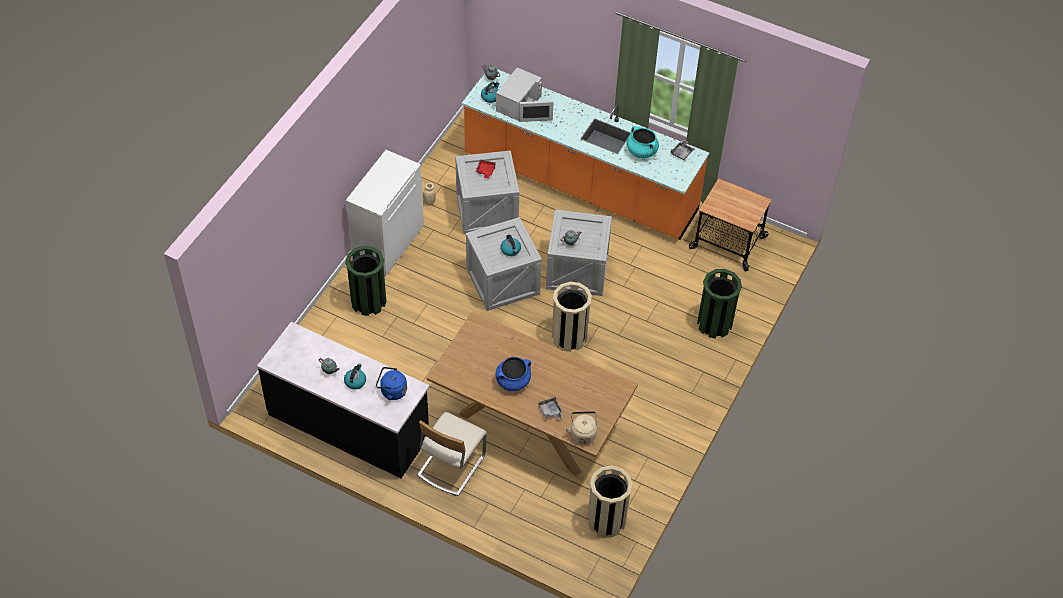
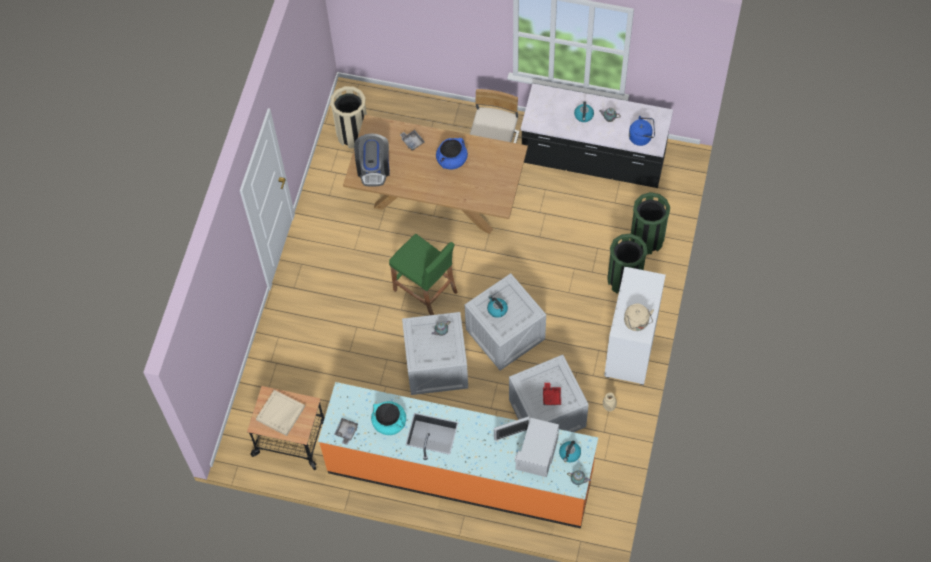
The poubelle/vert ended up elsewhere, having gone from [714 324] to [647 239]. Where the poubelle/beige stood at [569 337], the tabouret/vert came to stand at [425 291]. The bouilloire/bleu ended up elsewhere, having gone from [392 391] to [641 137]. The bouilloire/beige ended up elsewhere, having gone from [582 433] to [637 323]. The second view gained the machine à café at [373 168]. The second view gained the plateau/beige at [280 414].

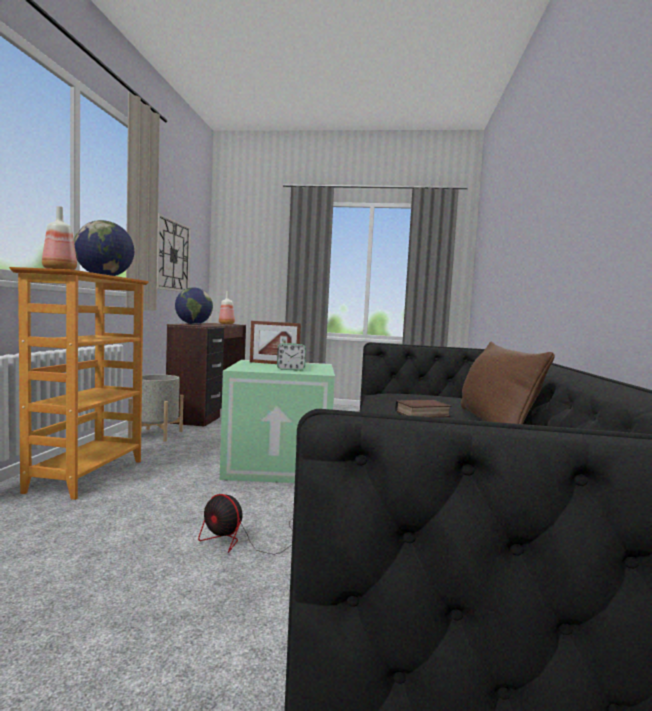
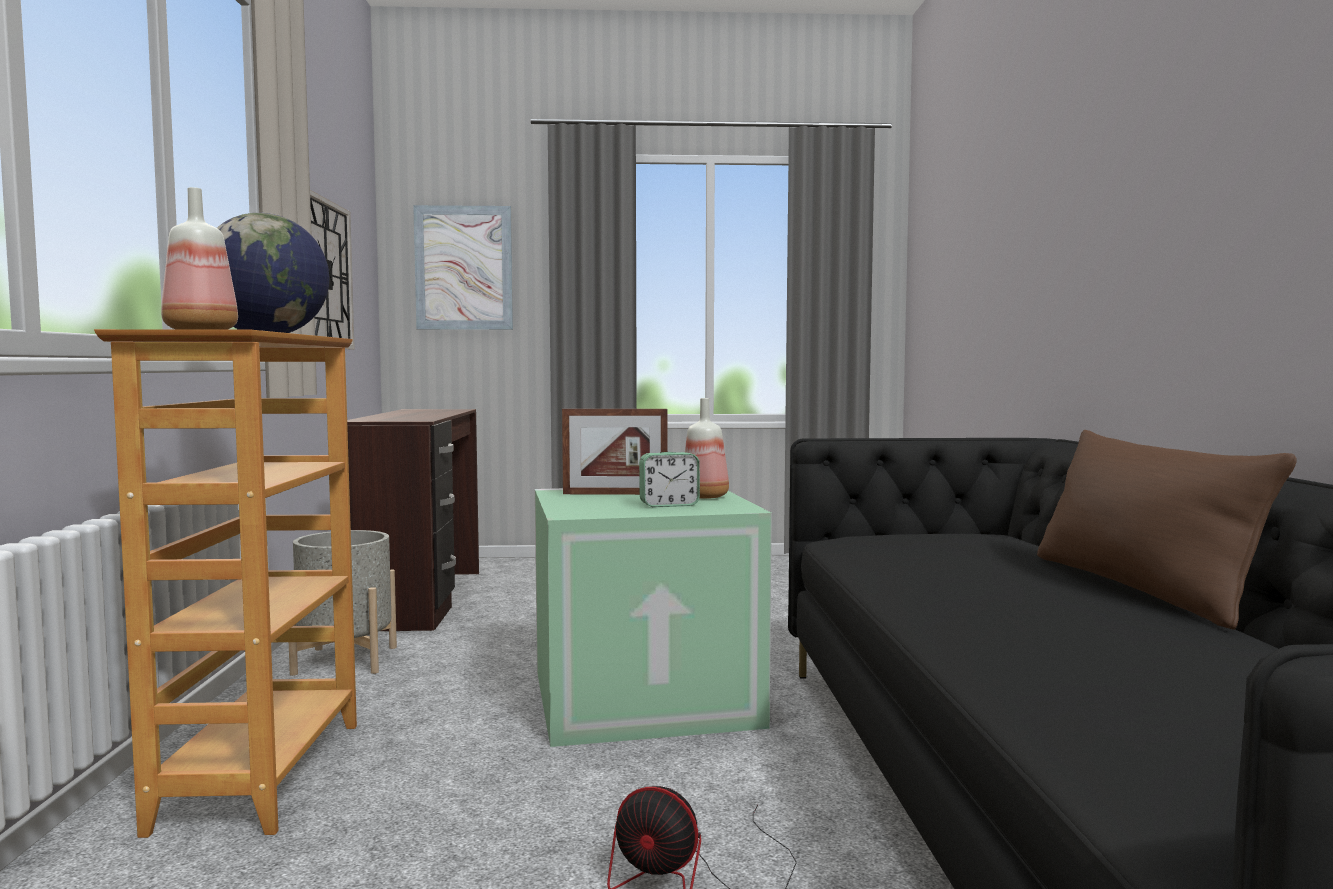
The second view lost the globe at [193 324]. The bouteille ended up elsewhere, having gone from [227 324] to [706 496]. The second view lost the livre at [422 414]. The second view gained the tableau at [464 268].

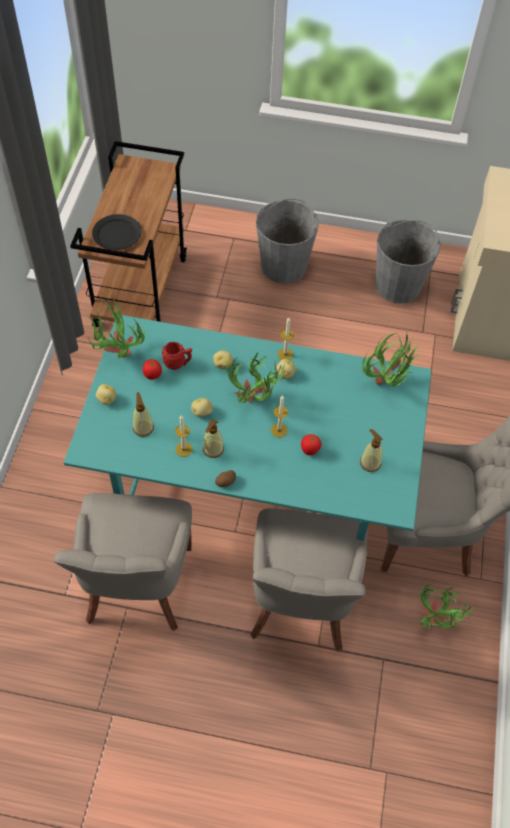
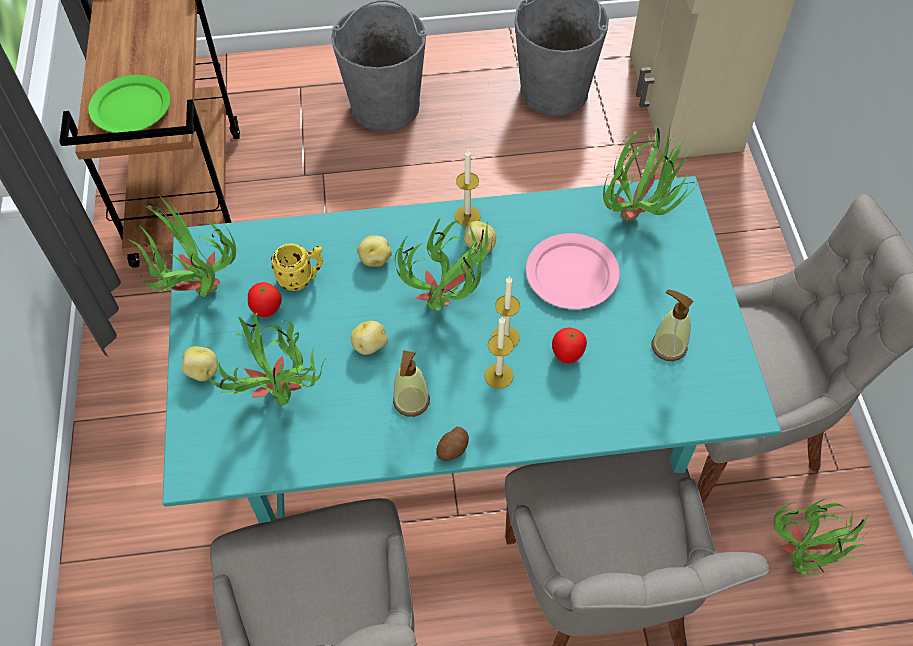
What was the assiette/noir at [116 234] turned into the assiette/vert at [130 107]. What was the mug/rouge at [178 363] turned into the mug/jaune at [302 278]. Where the distributeur de savon stood at [143 428], the plante en pot came to stand at [281 401]. The bougie ended up elsewhere, having gone from [183 449] to [498 375]. The second view gained the assiette/rose at [572 274].

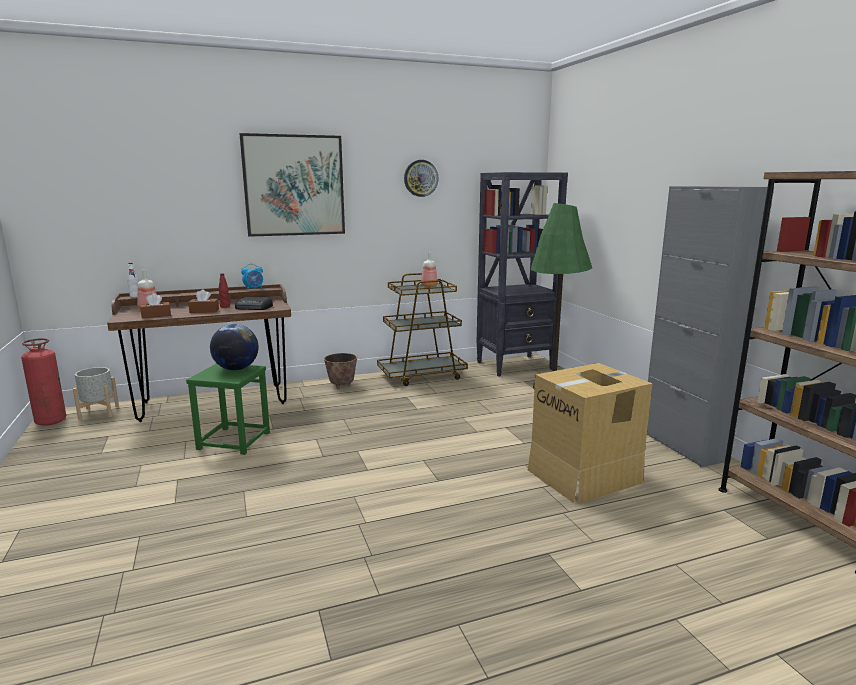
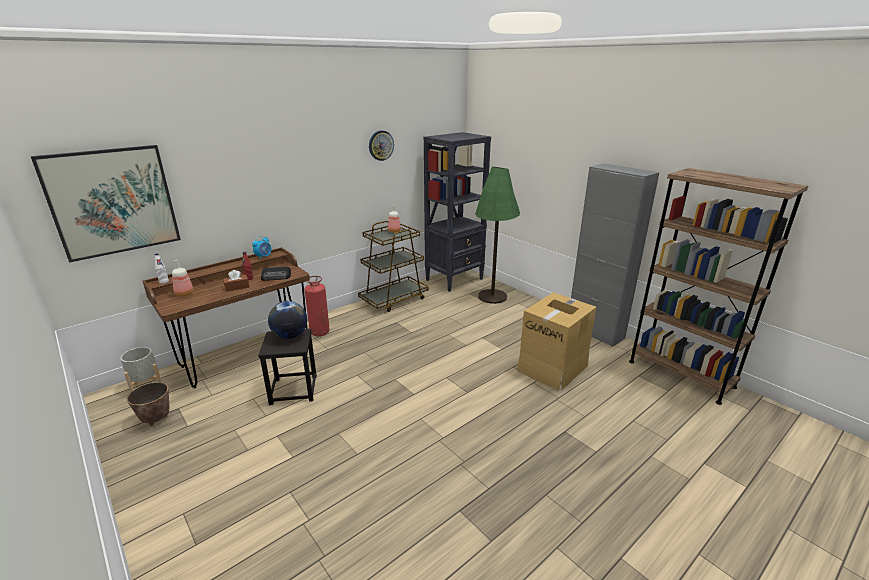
The tableau ended up elsewhere, having gone from [294 185] to [113 201]. The second view lost the boîte à mouchoirs/marron at [156 315]. The extincteur ended up elsewhere, having gone from [51 421] to [319 332]. The cache-pot ended up elsewhere, having gone from [341 386] to [156 419]. What was the tabouret/vert at [233 441] turned into the tabouret/noir at [293 390].

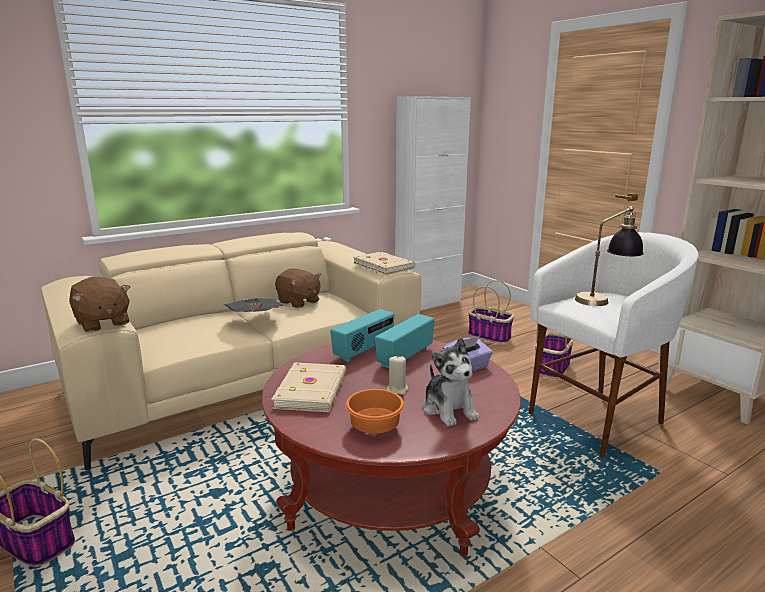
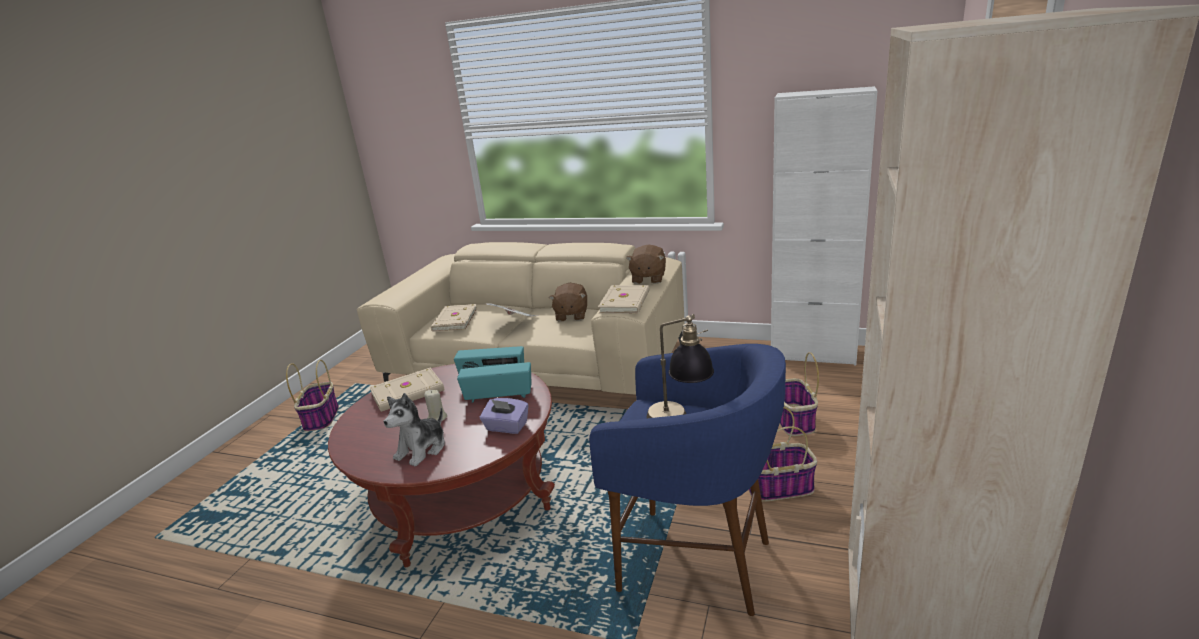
What was the tabouret/blanc at [598 420] turned into the tabouret/bleu at [696 563]. The peluche/marron ended up elsewhere, having gone from [102 323] to [648 278]. The second view lost the bol/orange at [374 426]. The second view gained the livre/beige at [454 320].

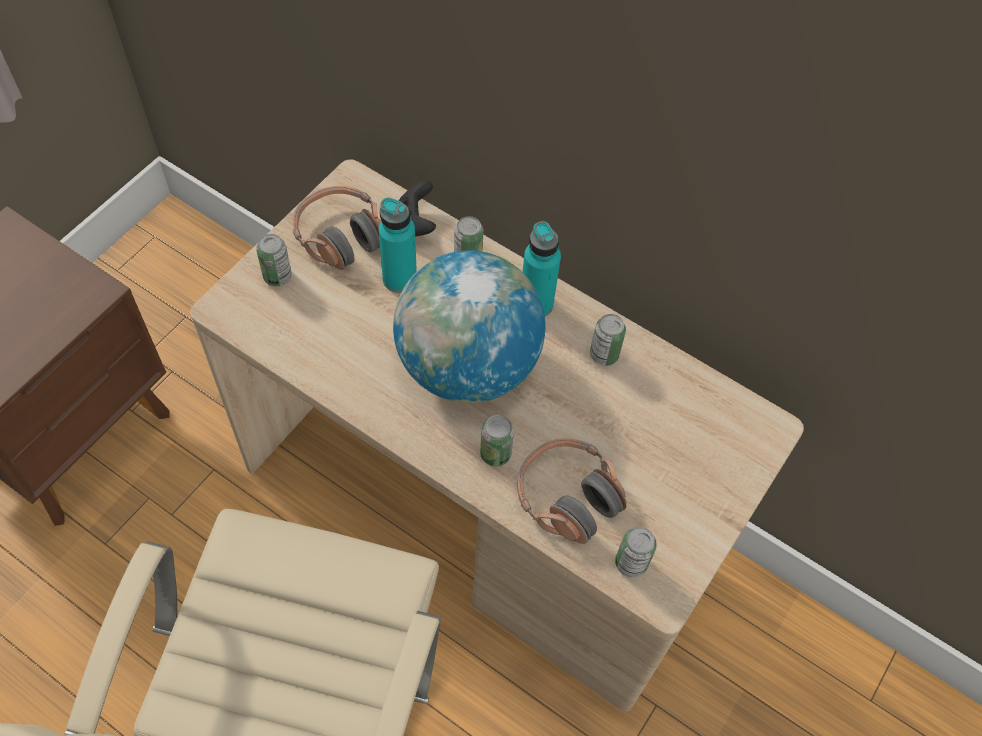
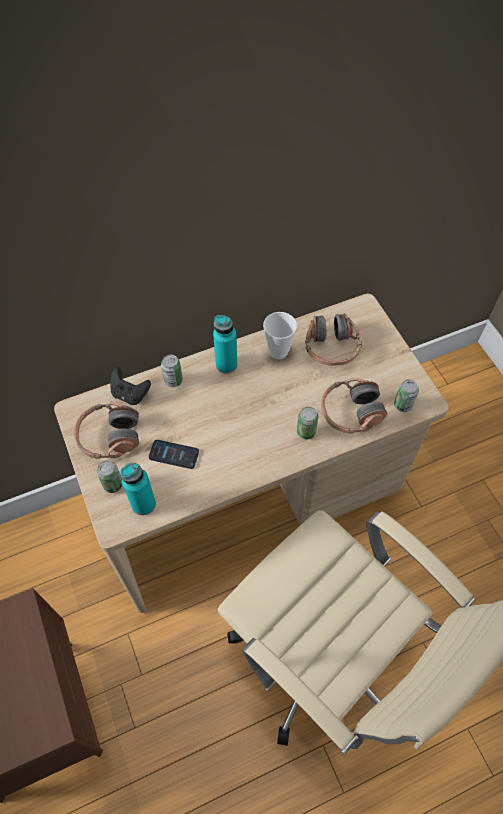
The bouteille/turquoise ended up elsewhere, having gone from [399 279] to [143 504]. The second view lost the globe at [467 366]. Where the boîte métallique stood at [604 354], the tasse came to stand at [278 351]. The second view gained the casque audio at [331 347]. The second view gained the téléphone at [174 454].

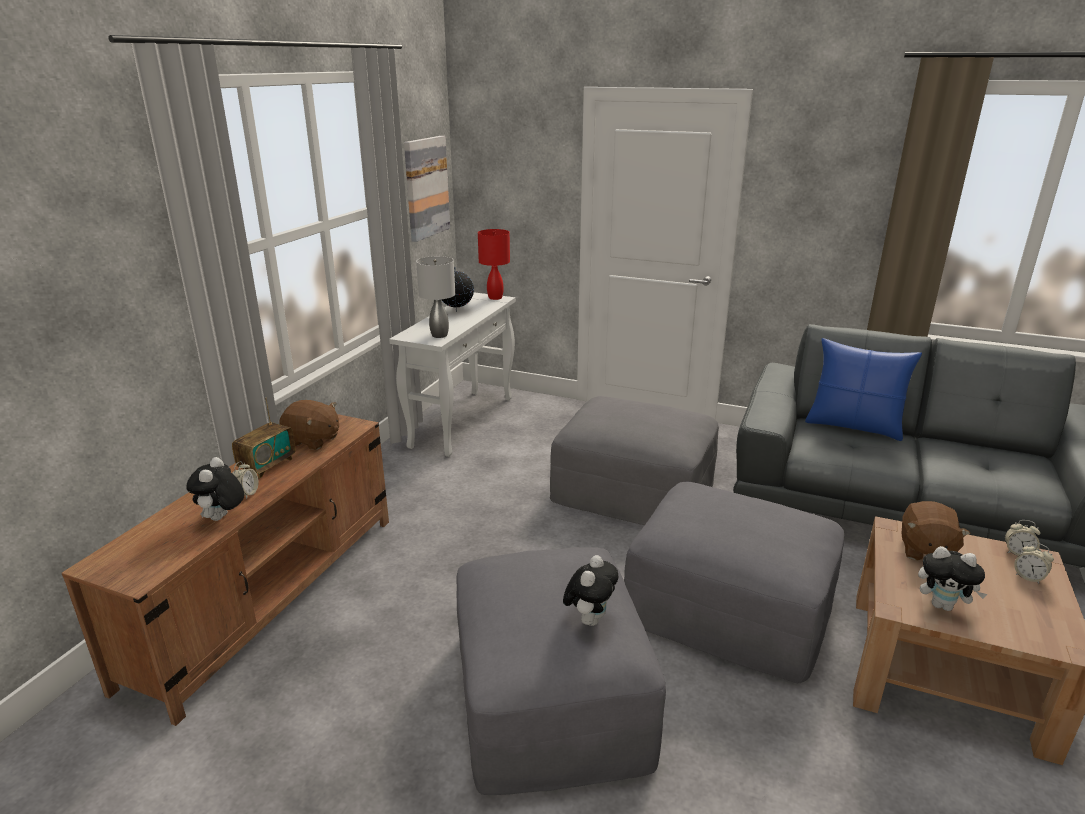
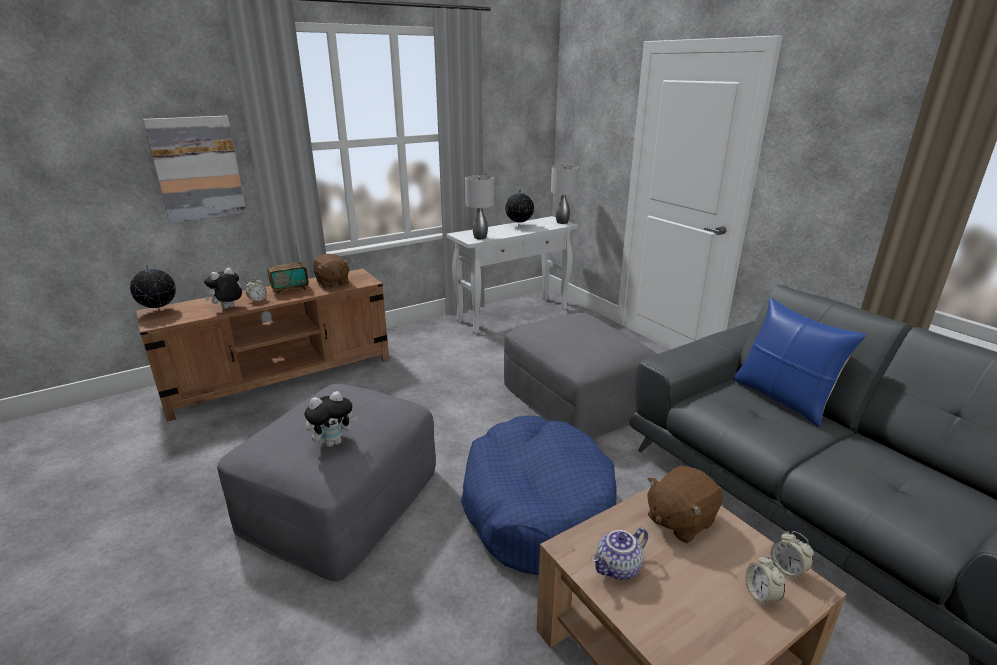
The tableau ended up elsewhere, having gone from [426 187] to [197 168]. What was the lampe de table/rouge at [495 298] turned into the lampe de table/gris at [562 222]. Where the pouf/gris stood at [729 607], the panier pour chien/bleu came to stand at [537 507]. Where the peluche stood at [943 605], the théière came to stand at [618 569]. The second view gained the globe at [159 311].

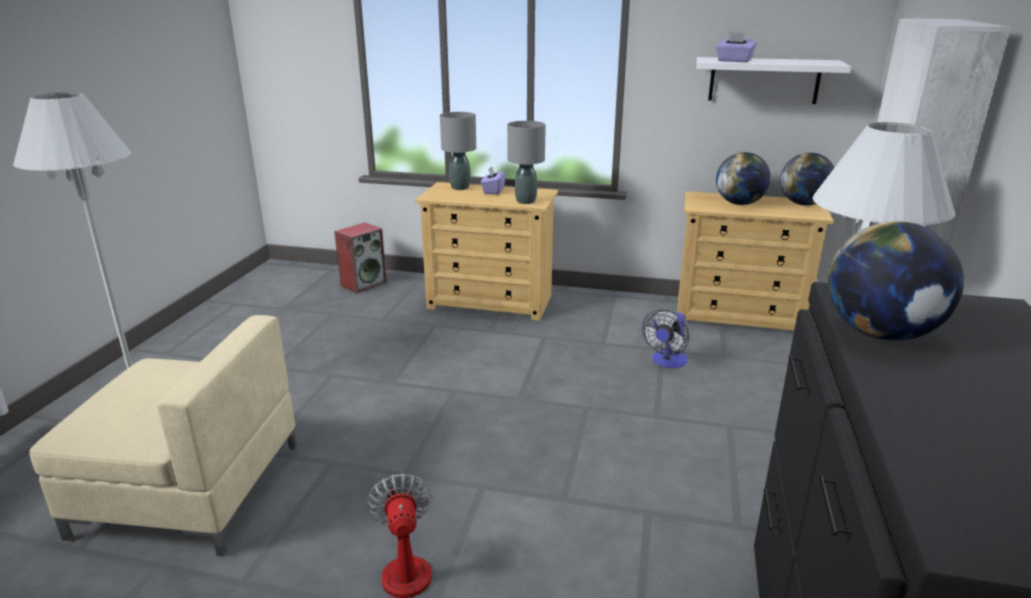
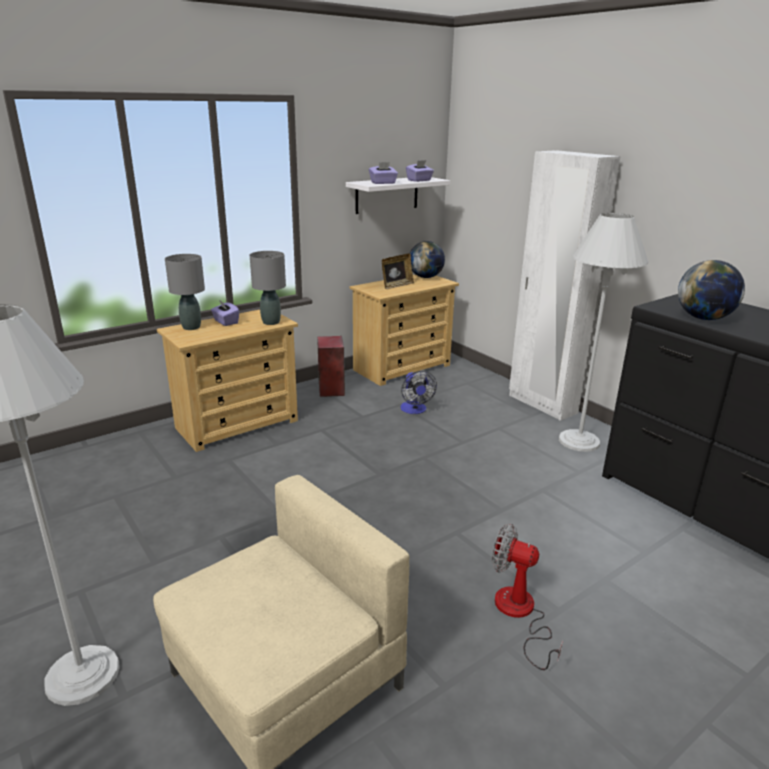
Where the globe stood at [739 203], the cadre photo came to stand at [396 286]. The enceinte ended up elsewhere, having gone from [363 284] to [330 389]. The second view gained the boîte à mouchoirs/violet at [419 180].

